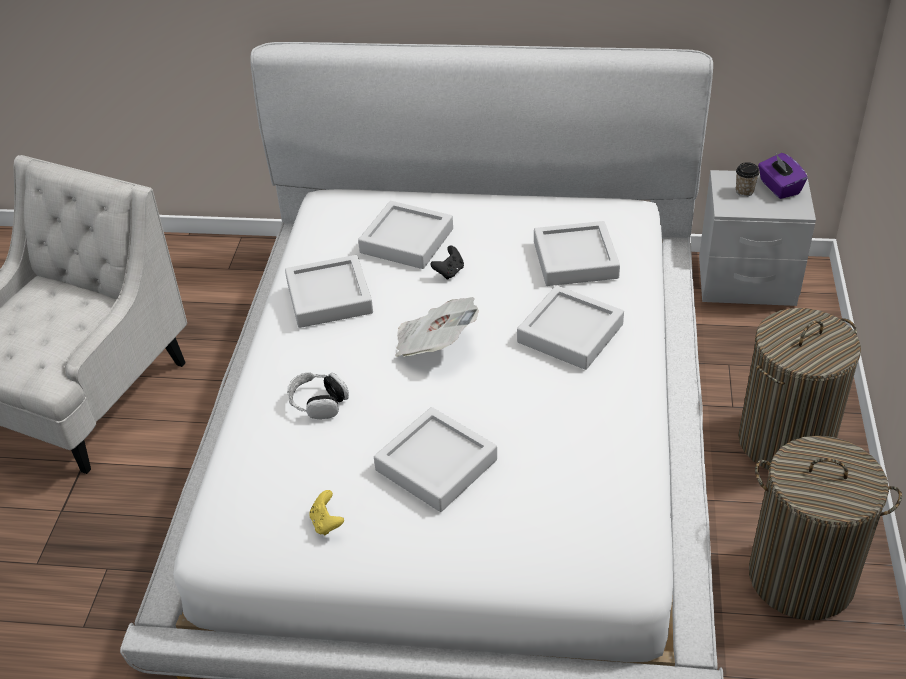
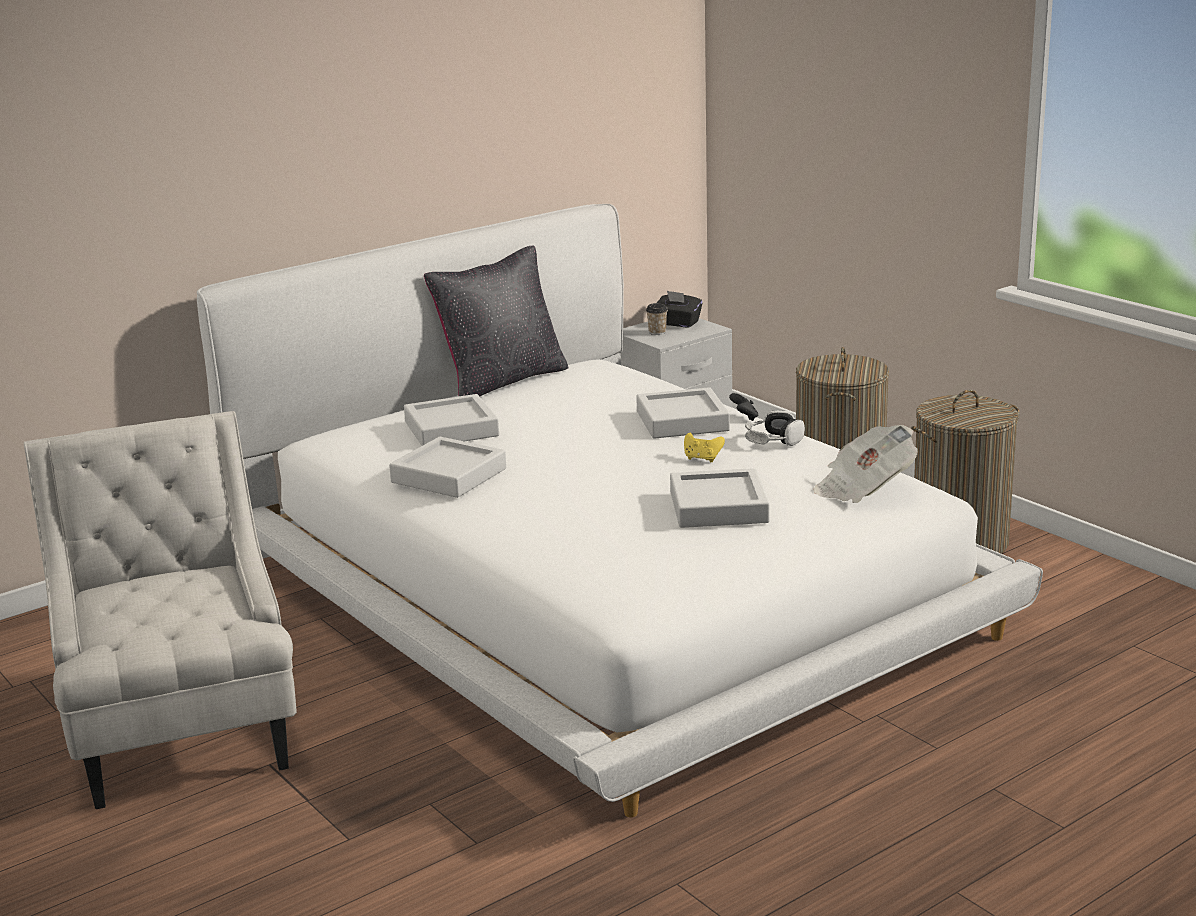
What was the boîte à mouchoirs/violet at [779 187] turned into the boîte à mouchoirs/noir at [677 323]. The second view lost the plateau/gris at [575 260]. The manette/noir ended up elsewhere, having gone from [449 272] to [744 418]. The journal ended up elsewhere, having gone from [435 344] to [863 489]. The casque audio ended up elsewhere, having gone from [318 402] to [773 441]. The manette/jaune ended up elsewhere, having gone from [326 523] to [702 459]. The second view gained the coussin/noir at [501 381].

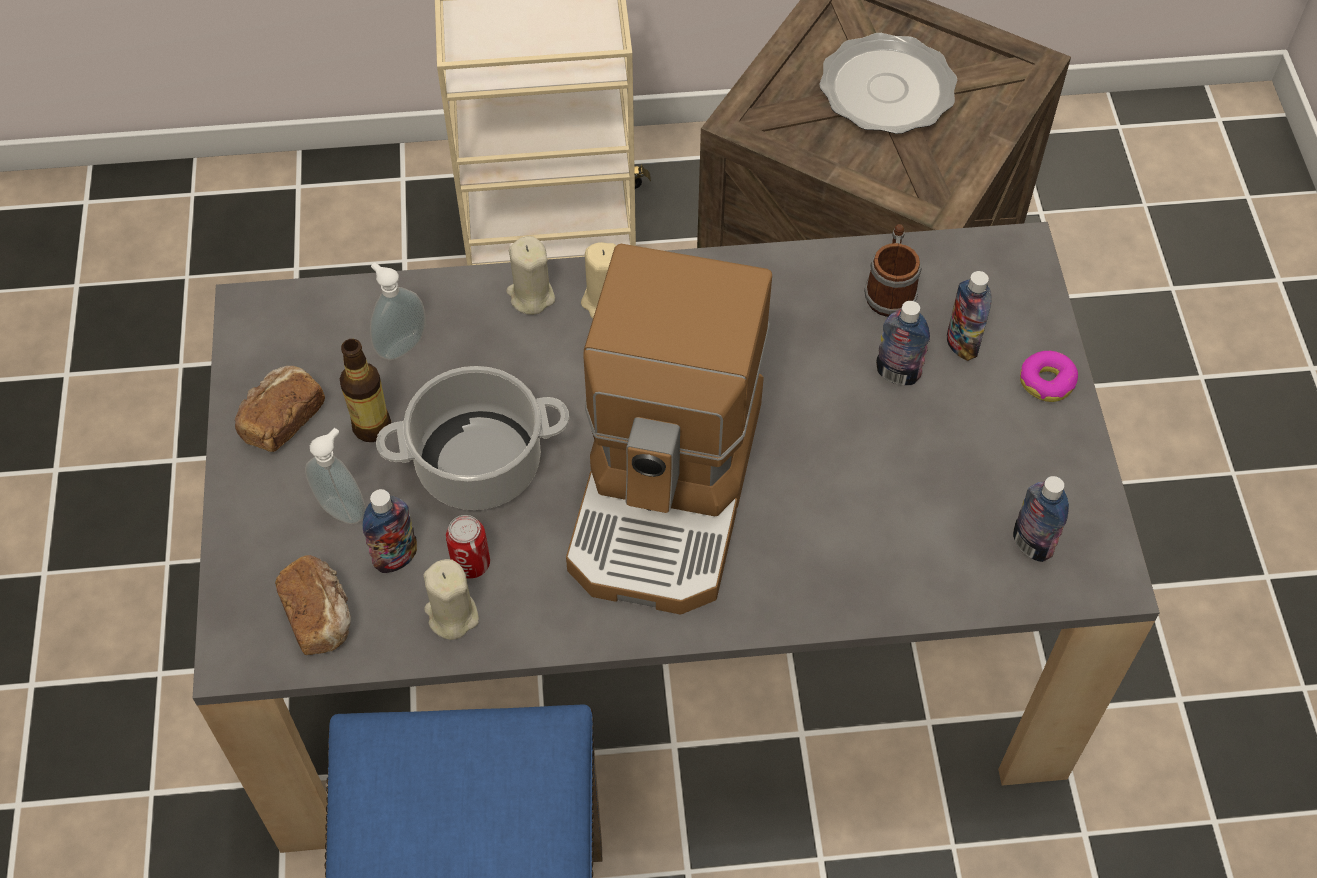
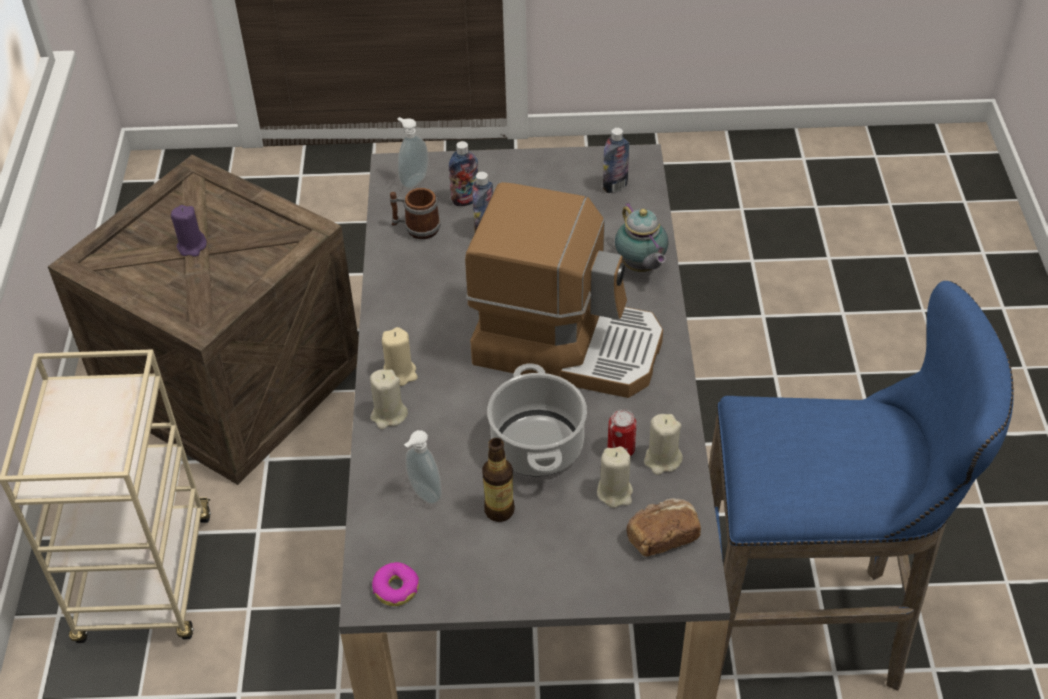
Where the assiette stood at [887 88], the bougie/violet came to stand at [192 246]. The beignet ended up elsewhere, having gone from [1047 381] to [396 588]. The second view lost the pain at [281 420]. The distributeur de savon ended up elsewhere, having gone from [344 508] to [413 180]. Where the bouteille stood at [396 557], the bougie/beige came to stand at [615 492]. The second view gained the théière at [640 267].

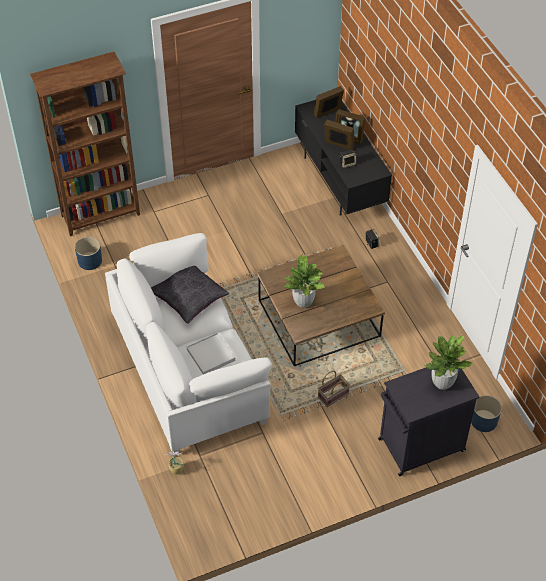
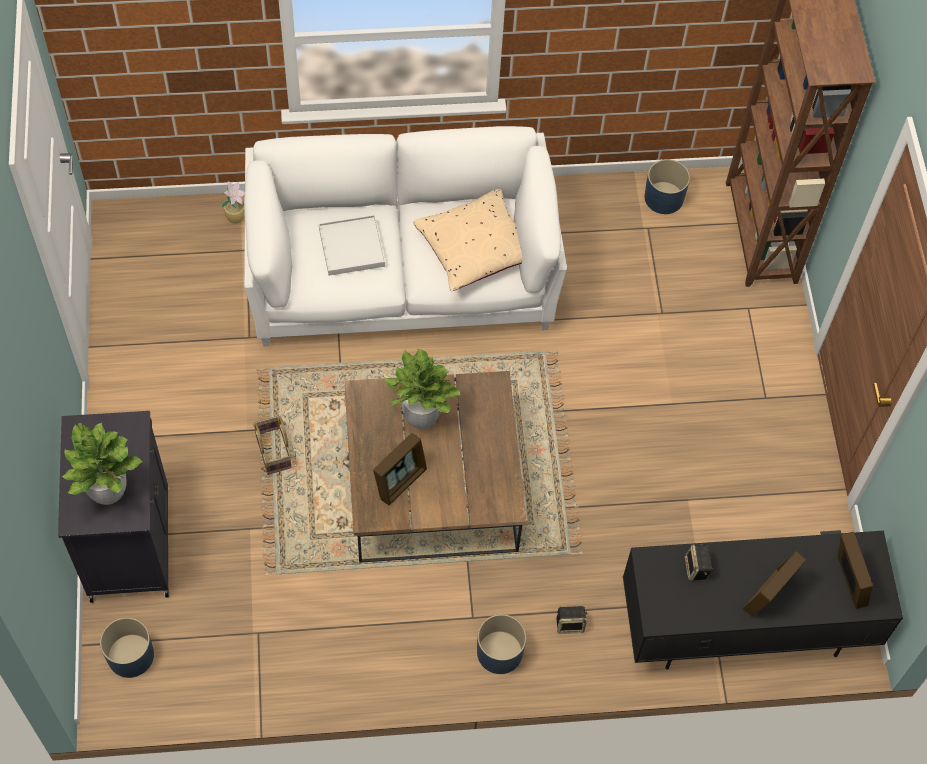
The cadre photo ended up elsewhere, having gone from [338 145] to [400 481]. What was the coussin/noir at [189 298] turned into the coussin/beige at [475 248]. The second view gained the cache-pot/bleu at [499 652].

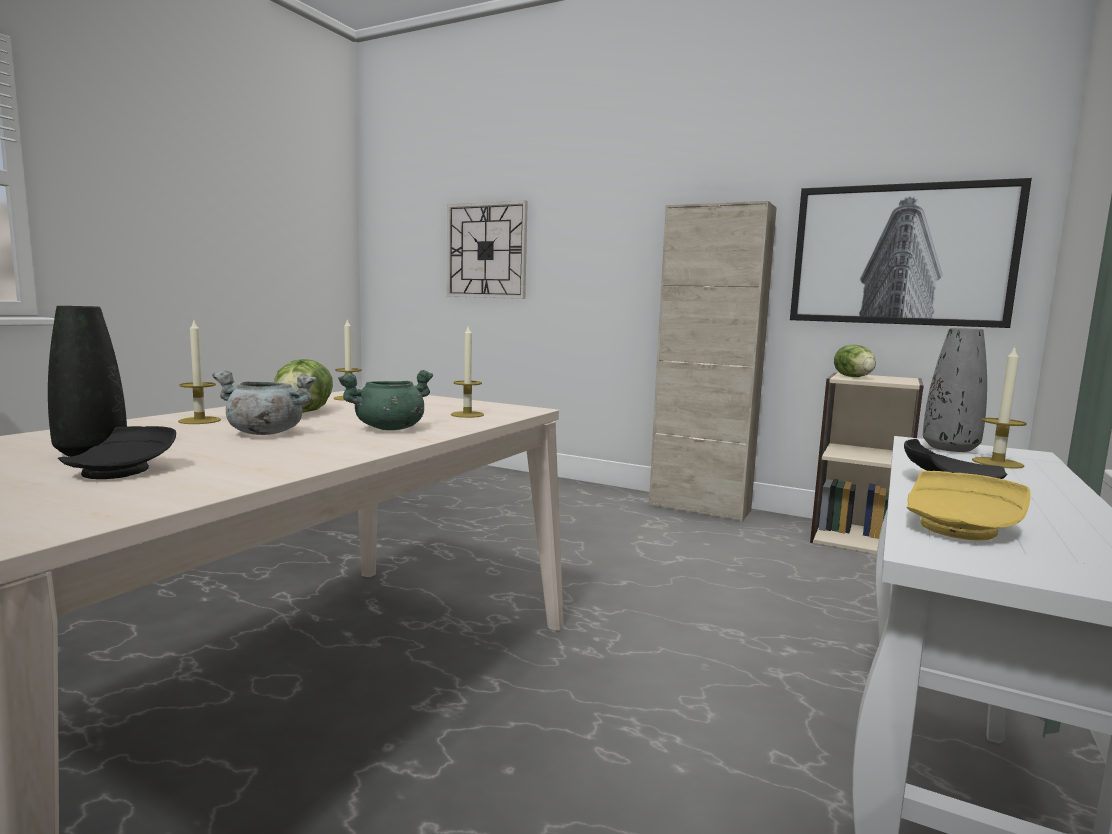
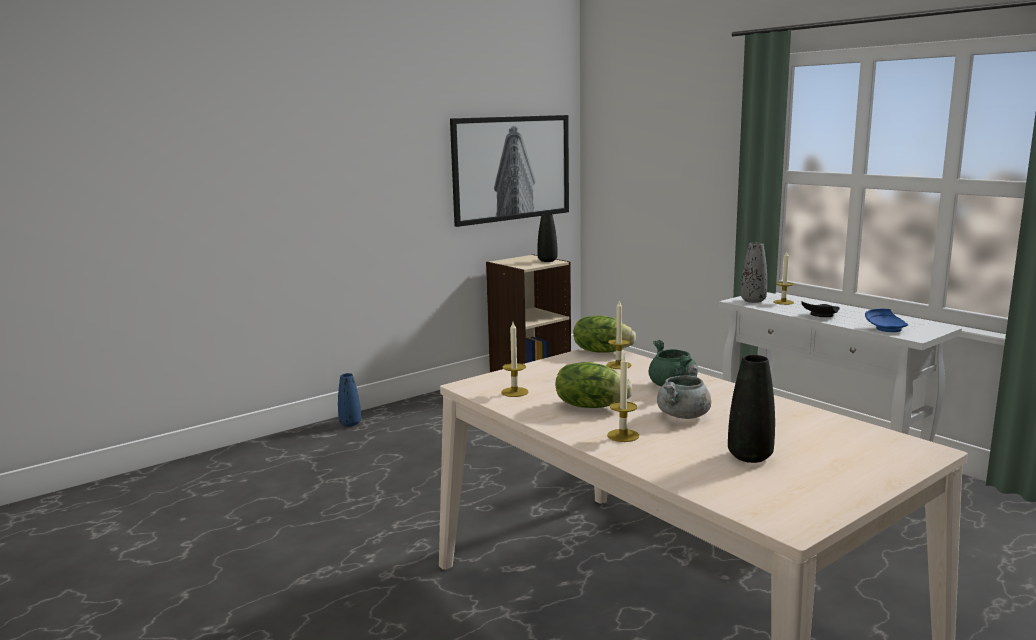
The second view lost the horloge murale at [486 250]. The second view lost the meuble de rangement/beige at [699 508]. The laitue ended up elsewhere, having gone from [854 377] to [602 351]. The second view lost the assiette/noir at [123 470]. What was the assiette/jaune at [961 527] turned into the assiette/bleu at [886 328]. The second view gained the vase/noir at [547 260]. The second view gained the vase/bleu at [350 423].

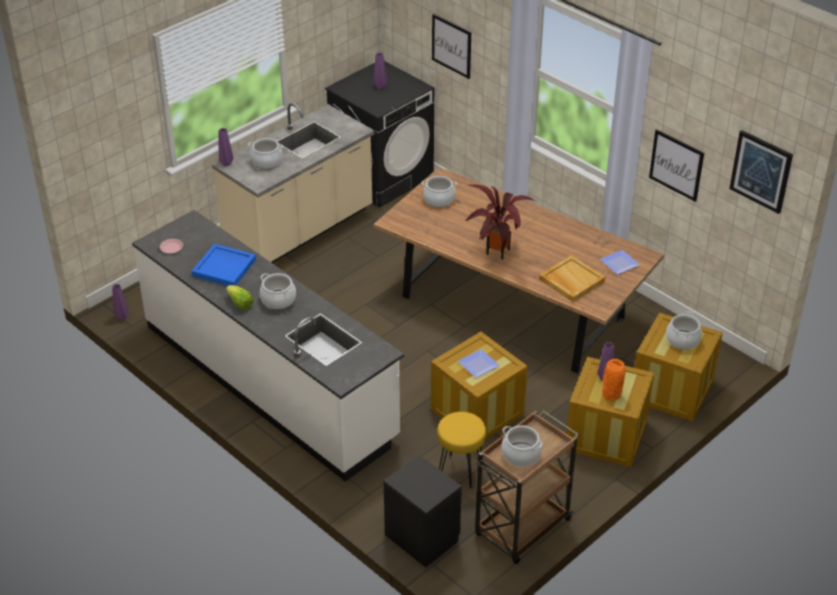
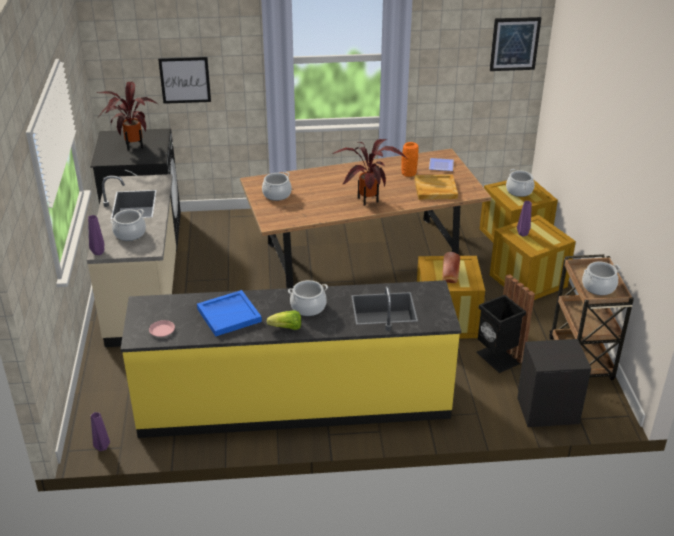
Where the vase/violet stood at [380 86], the plante en pot came to stand at [132 145]. The second view lost the tableau at [676 165]. What was the comptoir de cuisine/blanc at [269 381] turned into the comptoir de cuisine/jaune at [294 401]. Where the assiette stood at [477 364], the pain came to stand at [450 275]. The vase/orange ended up elsewhere, having gone from [611 394] to [408 173]. Where the tabouret/jaune stood at [460 471], the poubelle/noir came to stand at [498 358].

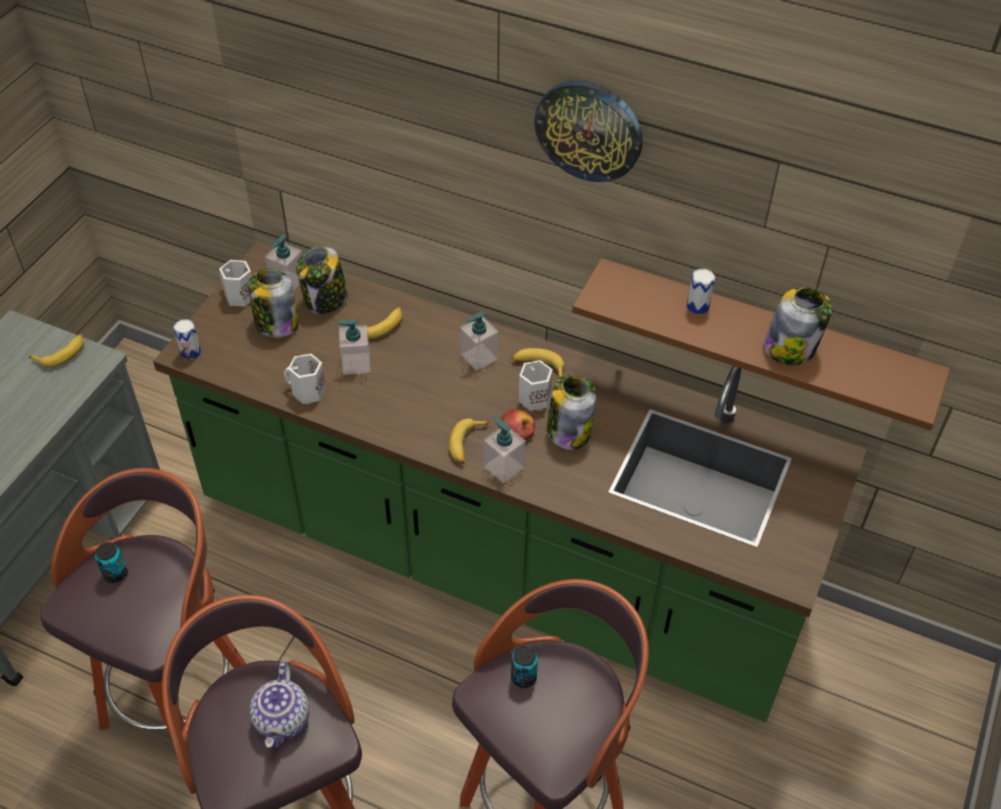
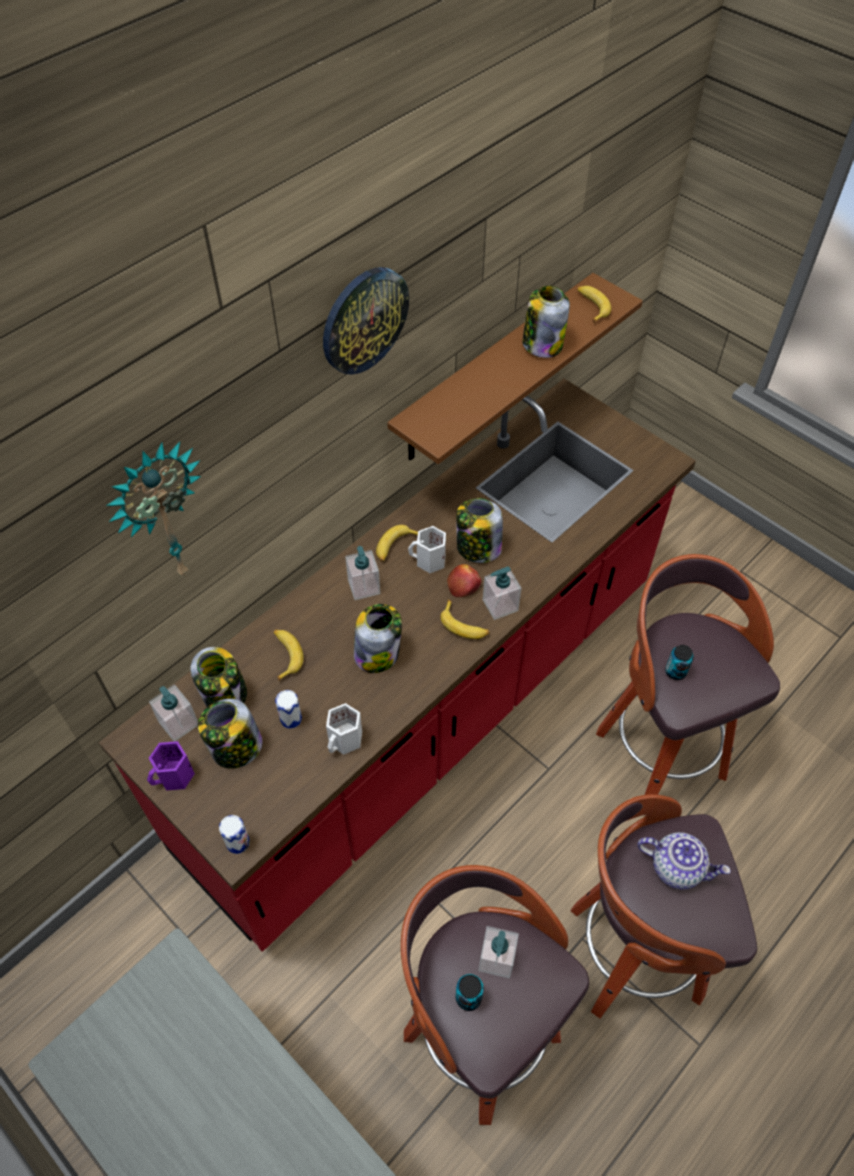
What was the comptoir de cuisine/vert at [498 560] turned into the comptoir de cuisine/rouge at [426 714]. What was the mug/blanc at [238 296] turned into the mug/violet at [175 776]. The boîte métallique ended up elsewhere, having gone from [697 306] to [291 719]. The distributeur de savon ended up elsewhere, having gone from [356 363] to [496 959]. The banane ended up elsewhere, having gone from [61 354] to [591 306]. The second view gained the horloge murale at [160 514]. The second view gained the bocal at [377 653].

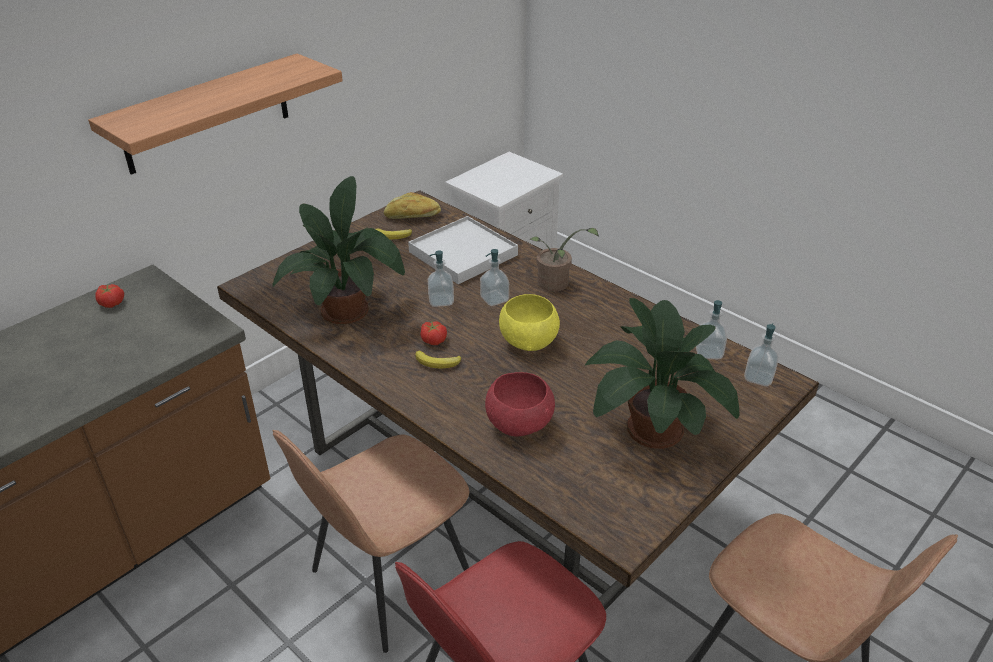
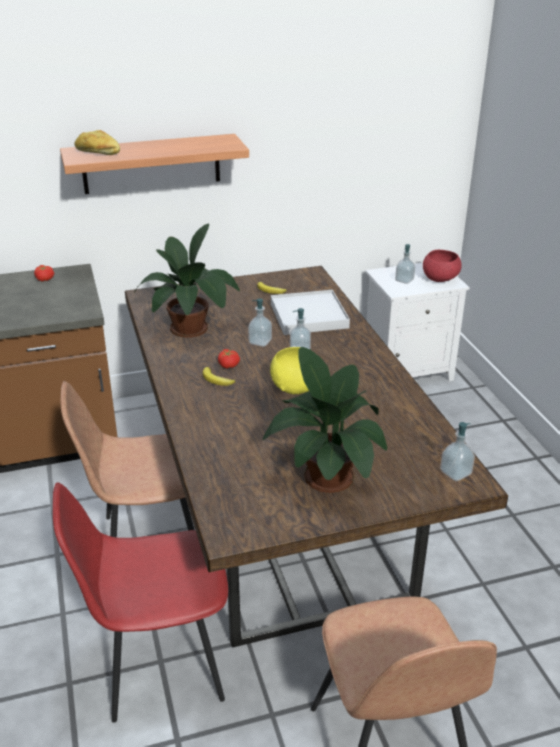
The pain ended up elsewhere, having gone from [412 216] to [98 152]. The second view lost the plante en pot at [556 285]. The distributeur de savon ended up elsewhere, having gone from [708 353] to [404 280]. The bol/rouge ended up elsewhere, having gone from [520 424] to [440 279].

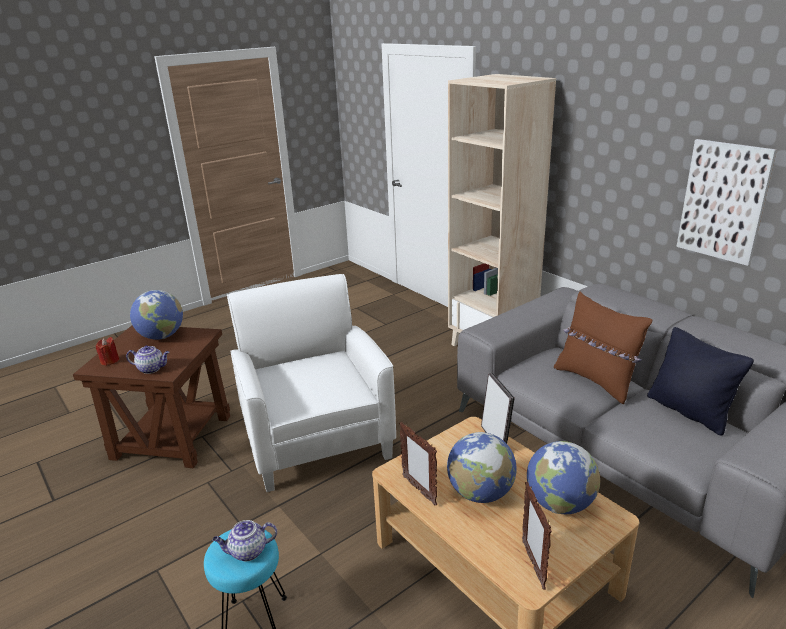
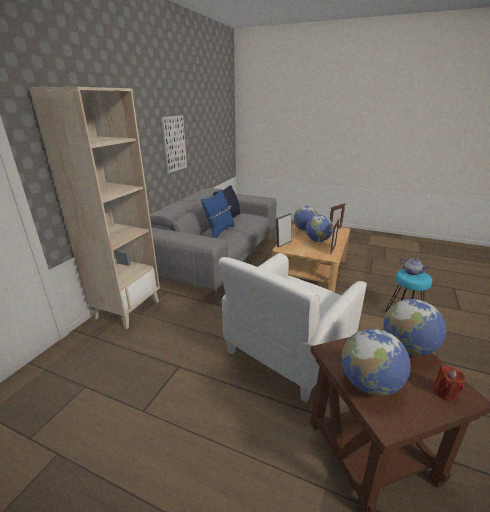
What was the coussin/marron at [596 381] turned into the coussin/bleu at [219 231]. Where the théière stood at [152 369], the globe came to stand at [407 348].

